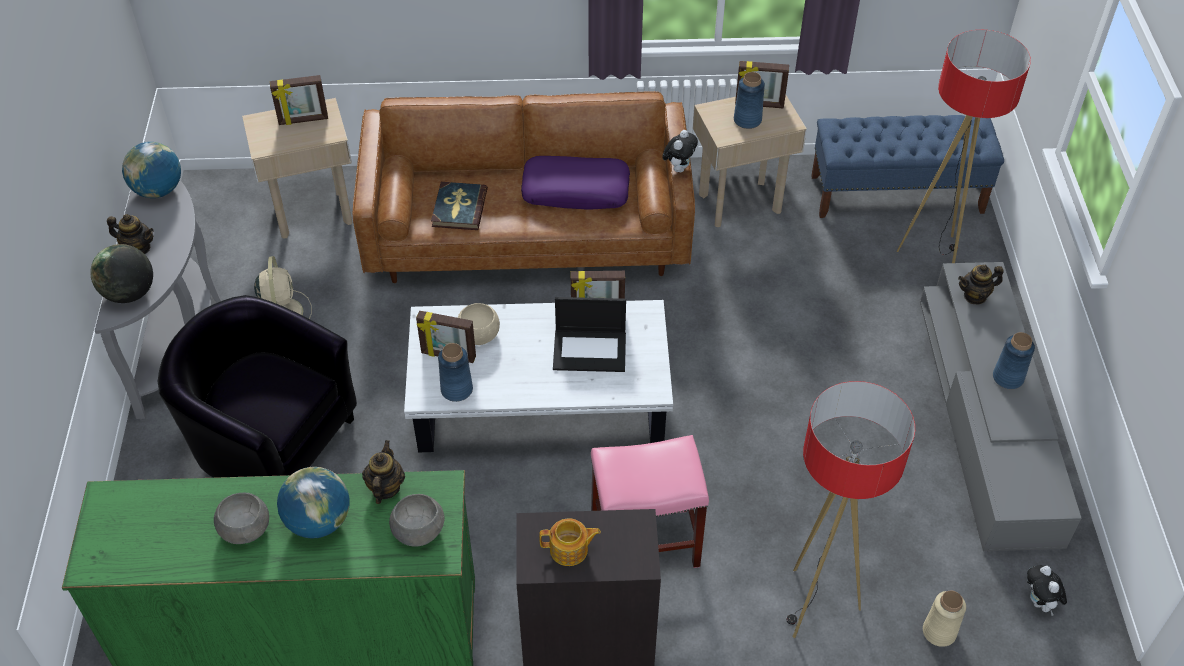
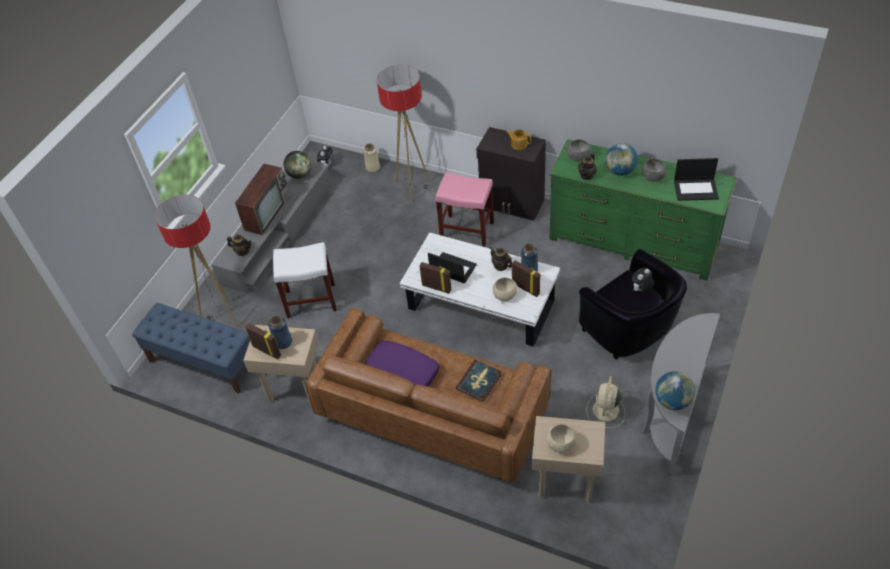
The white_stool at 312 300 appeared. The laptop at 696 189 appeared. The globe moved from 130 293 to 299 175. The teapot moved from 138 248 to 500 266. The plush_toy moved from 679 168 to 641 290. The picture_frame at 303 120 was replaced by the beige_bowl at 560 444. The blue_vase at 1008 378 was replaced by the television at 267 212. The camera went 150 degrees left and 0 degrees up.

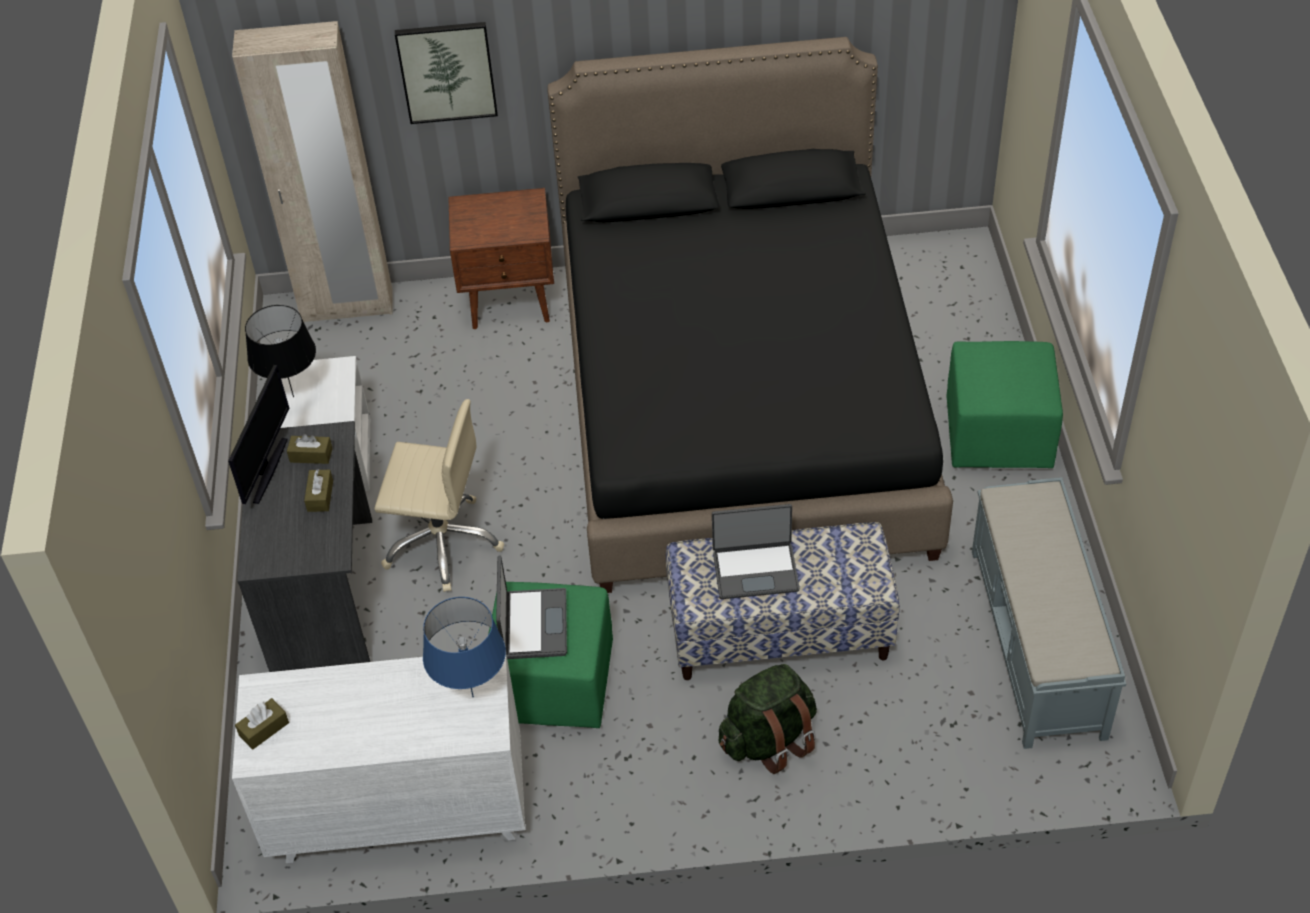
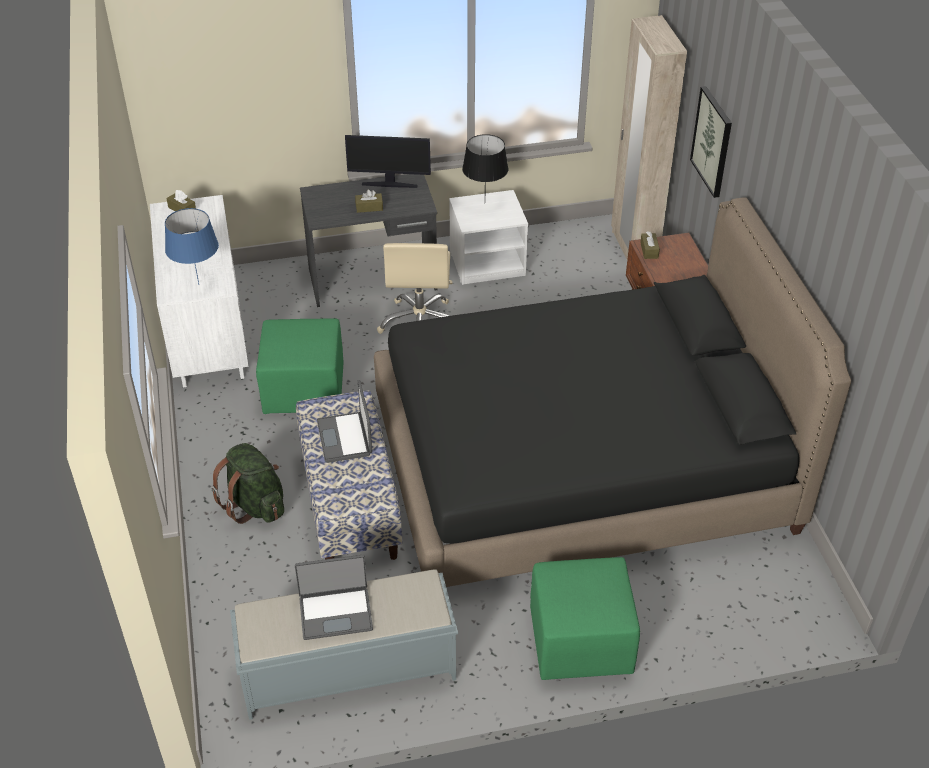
The brown_tissue_box moved from 311 455 to 649 250. The laptop moved from 533 625 to 336 613. The camera went 80 degrees right and 5 degrees down.

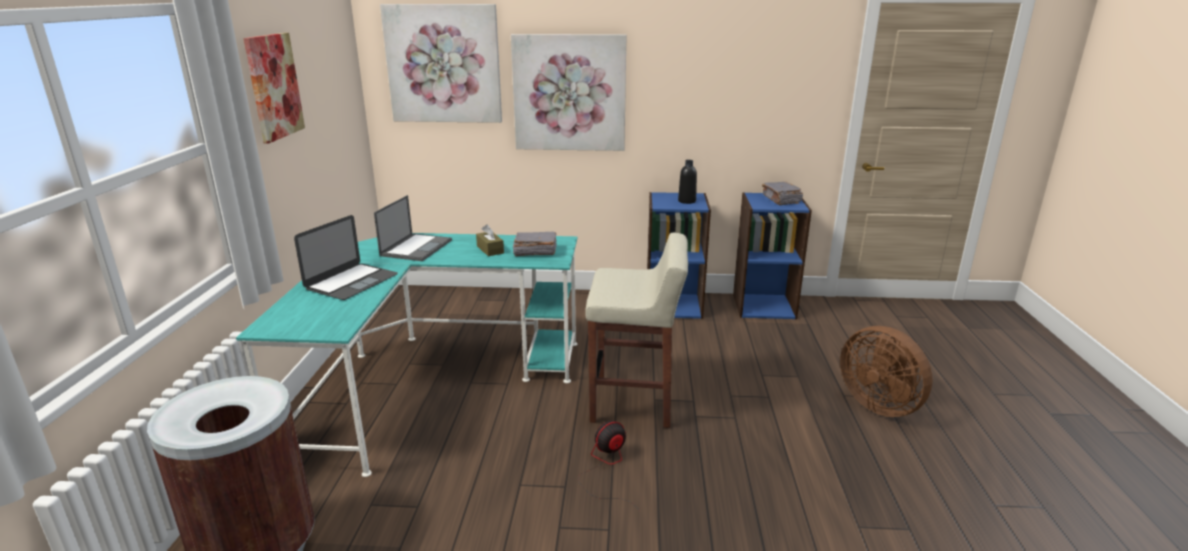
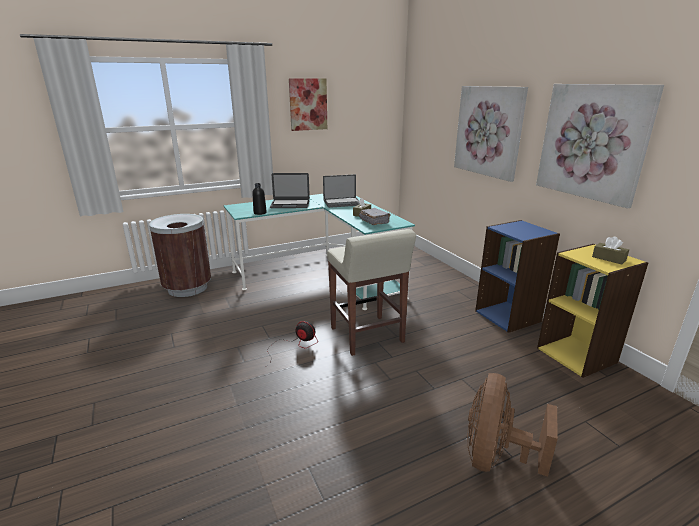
The picture moved from 443 64 to 592 142. The black_bottle moved from 687 201 to 260 213. The grey_book at 781 200 was replaced by the brown_tissue_box at 608 258. The blue_bookcase at 763 306 became the yellow_bookcase at 577 355. The camera went 60 degrees right and 0 degrees up.

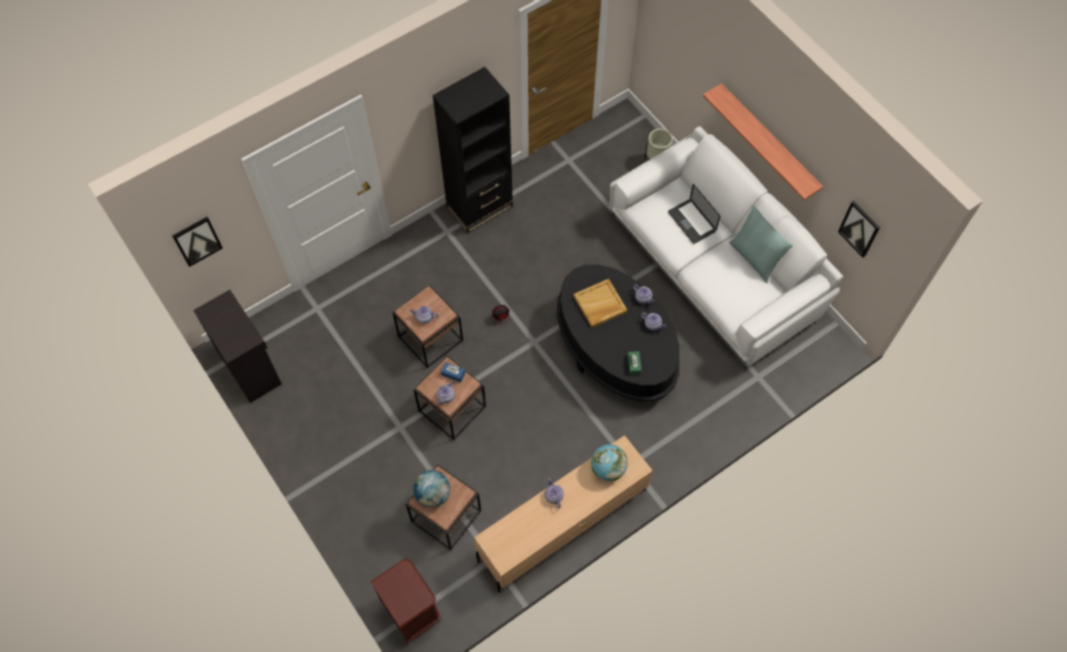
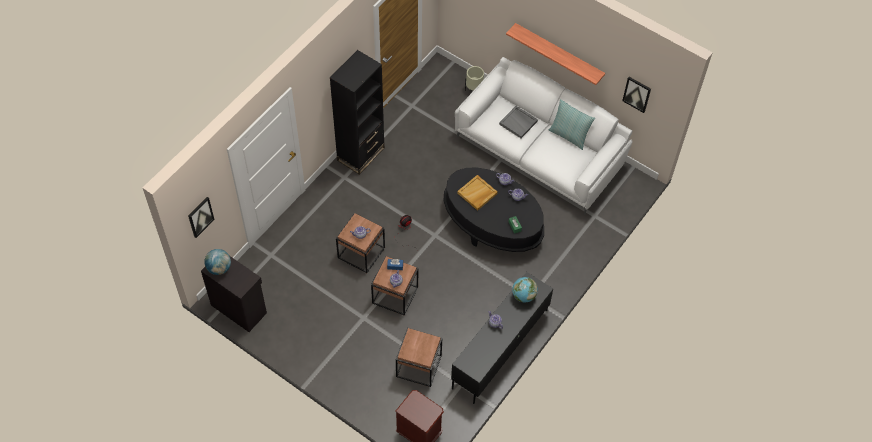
The globe moved from 433 494 to 219 268. The laptop at 691 222 was replaced by the grey_tray at 518 123. The beige_tv_stand at 561 525 became the black_tv_stand at 499 349. The camera went 20 degrees left and 5 degrees down.

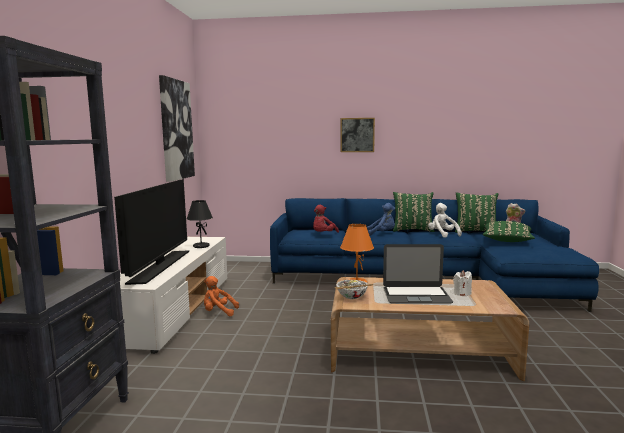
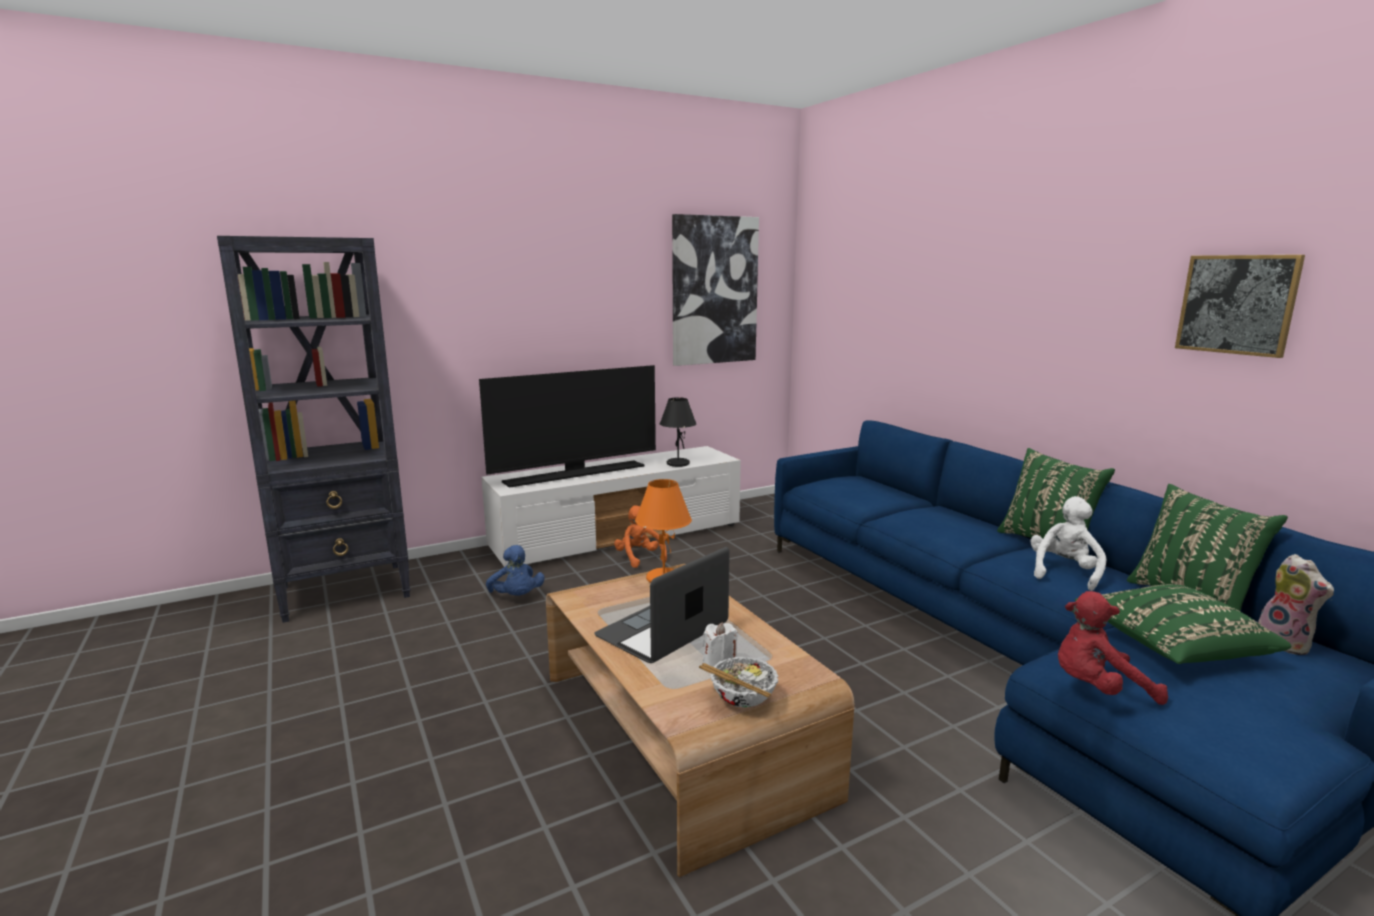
The red_plush_toy moved from 323 235 to 1097 689. The bowl moved from 352 297 to 742 699. The picture moved from 357 135 to 1237 304. The blue_plush_toy moved from 382 233 to 516 597. The laptop at 416 295 turned 75 degrees clockwise. The camera went 55 degrees right and 5 degrees up.

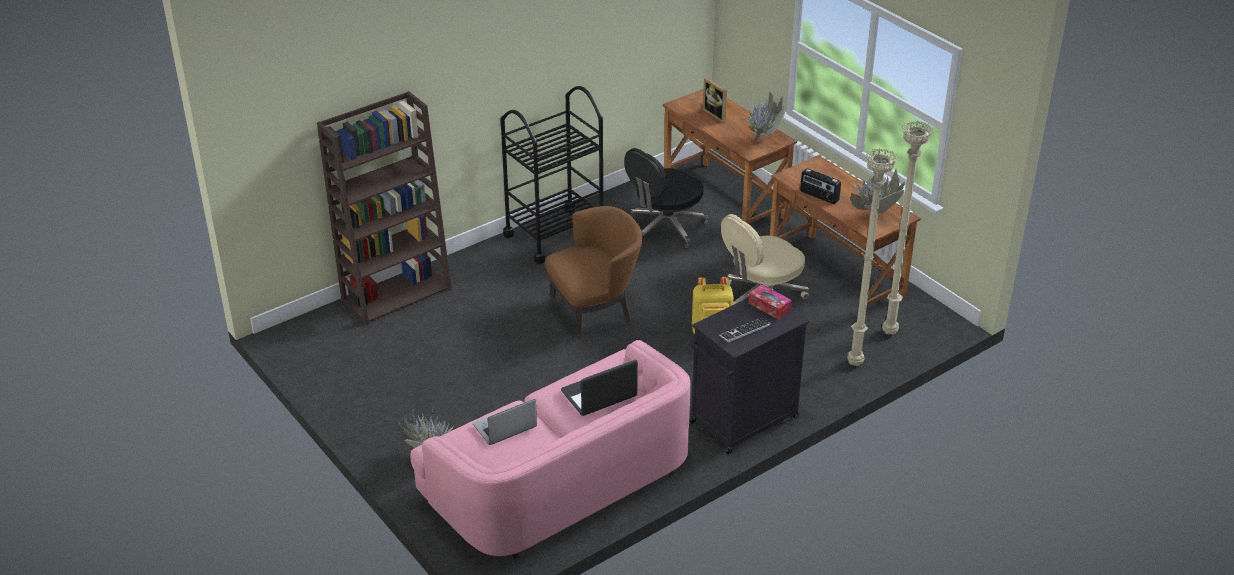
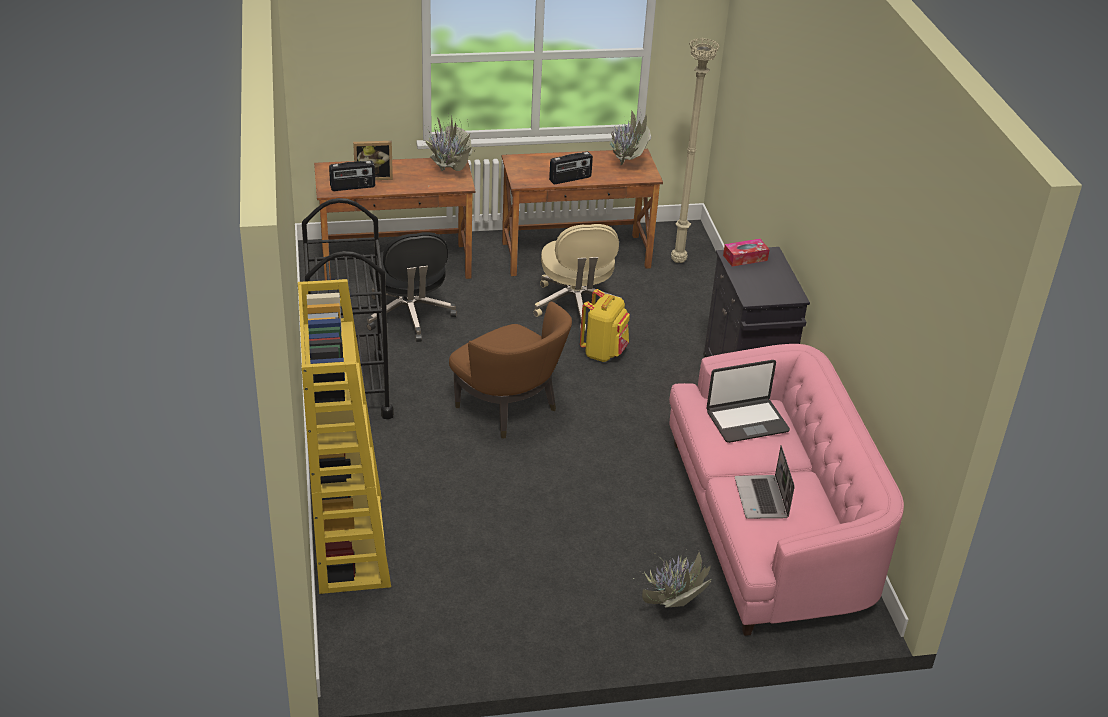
The keyboard at 744 331 disappeared. The beige_floor_lamp at 855 363 disappeared. The radio at 353 187 appeared. The brown_bookcase at 397 294 became the yellow_bookcase at 350 542. The brown_armchair at 595 311 turned 135 degrees clockwise. The laptop at 599 395 turned 105 degrees counterclockwise. The camera went 65 degrees left and 0 degrees up.

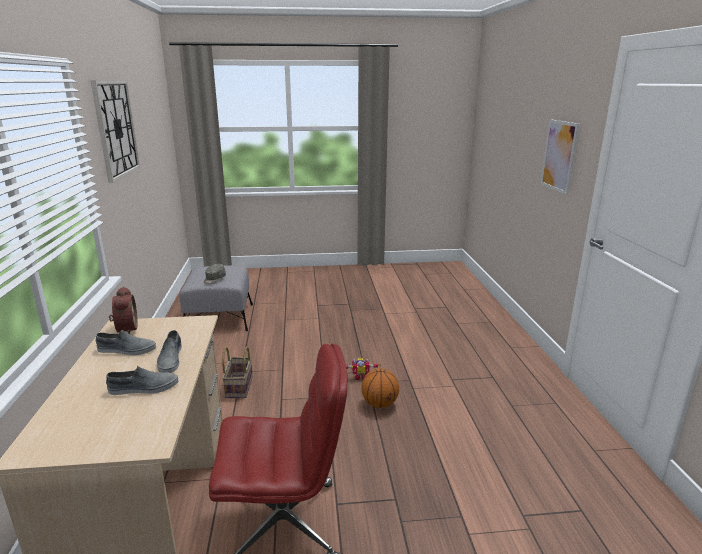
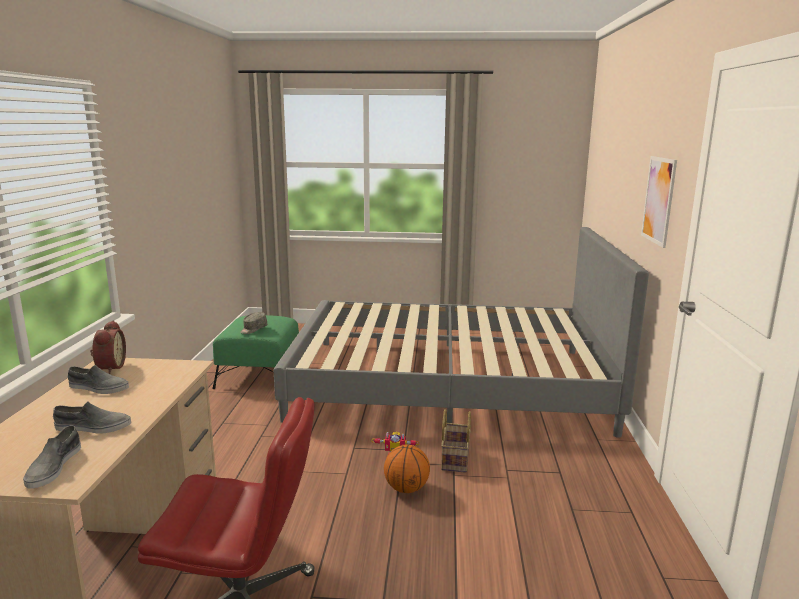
The wall_clock at 116 129 disappeared. The grey_bed at 448 383 appeared. The grey_shoe moved from 170 359 to 53 467. The basket moved from 238 386 to 454 458. The grey_ottoman at 219 318 became the green_ottoman at 259 375. The camera went 10 degrees right and 5 degrees down.

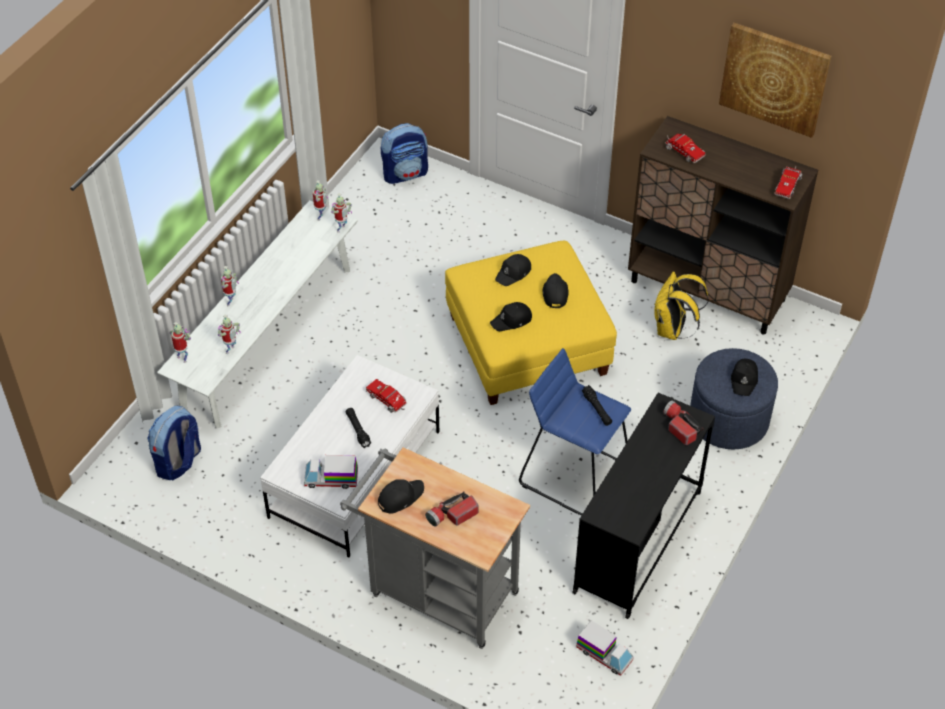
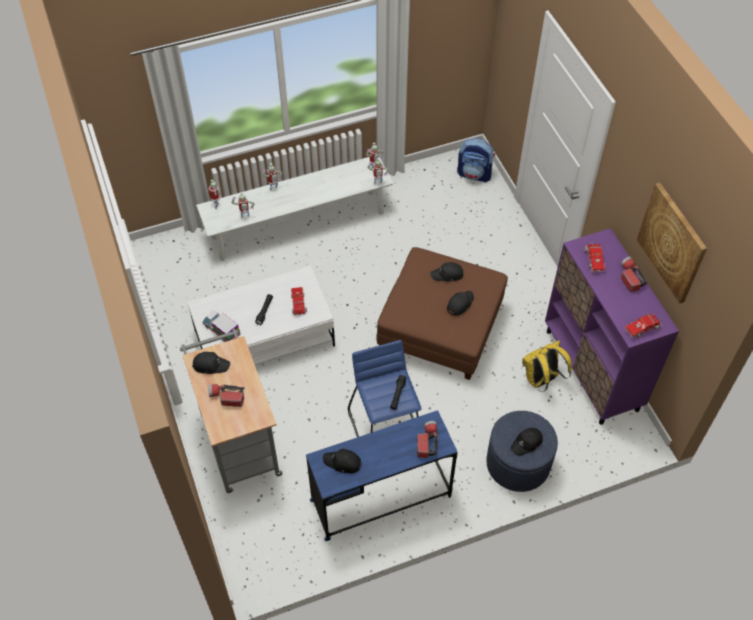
The backpack at 179 462 disappeared. The toy_truck at 604 654 disappeared. The flashlight at 630 277 appeared. The black_cap moved from 512 320 to 342 463. The yellow_ottoman at 528 345 became the brown_ottoman at 441 328. The black_desk at 638 542 became the blue_desk at 381 498. The brown_cabinet at 708 291 became the purple_cabinet at 592 370. The camera went 40 degrees right and 5 degrees up.

